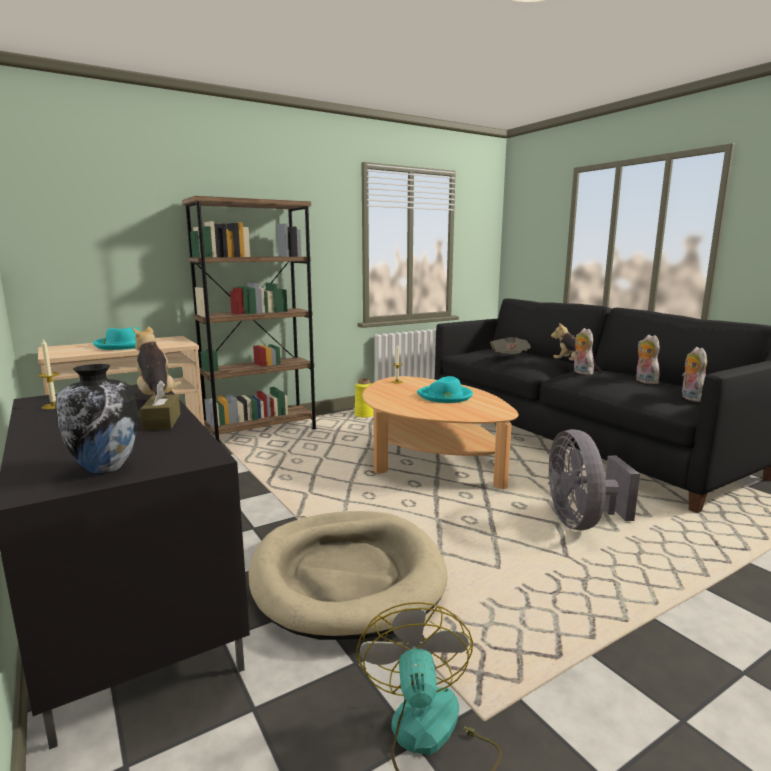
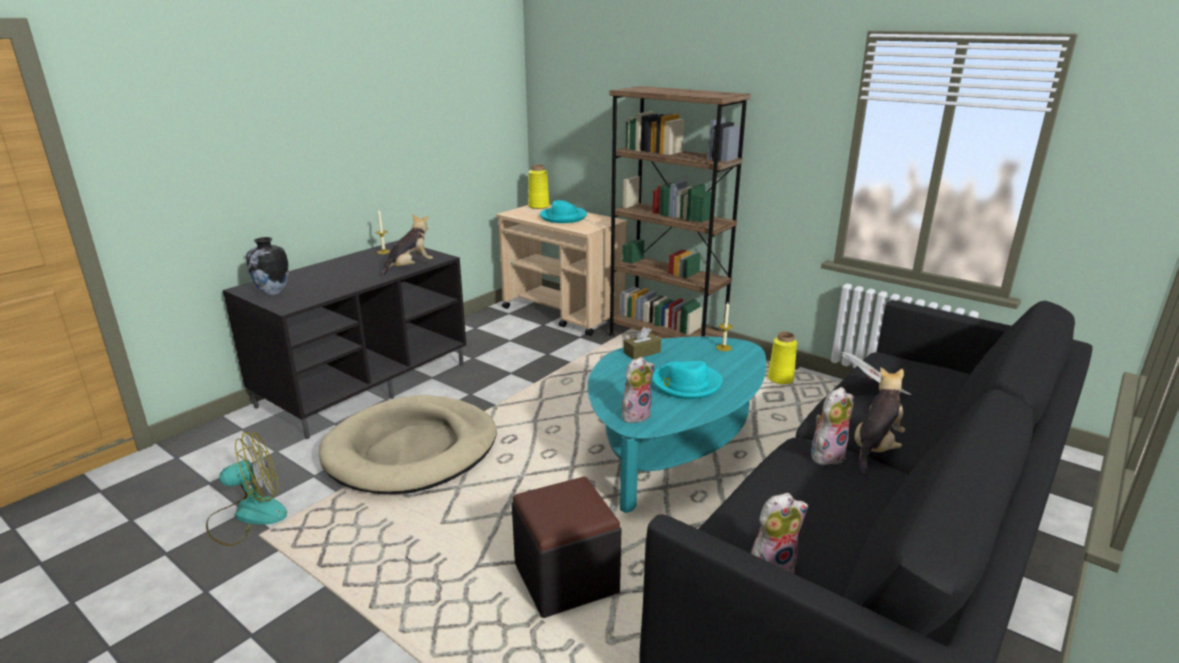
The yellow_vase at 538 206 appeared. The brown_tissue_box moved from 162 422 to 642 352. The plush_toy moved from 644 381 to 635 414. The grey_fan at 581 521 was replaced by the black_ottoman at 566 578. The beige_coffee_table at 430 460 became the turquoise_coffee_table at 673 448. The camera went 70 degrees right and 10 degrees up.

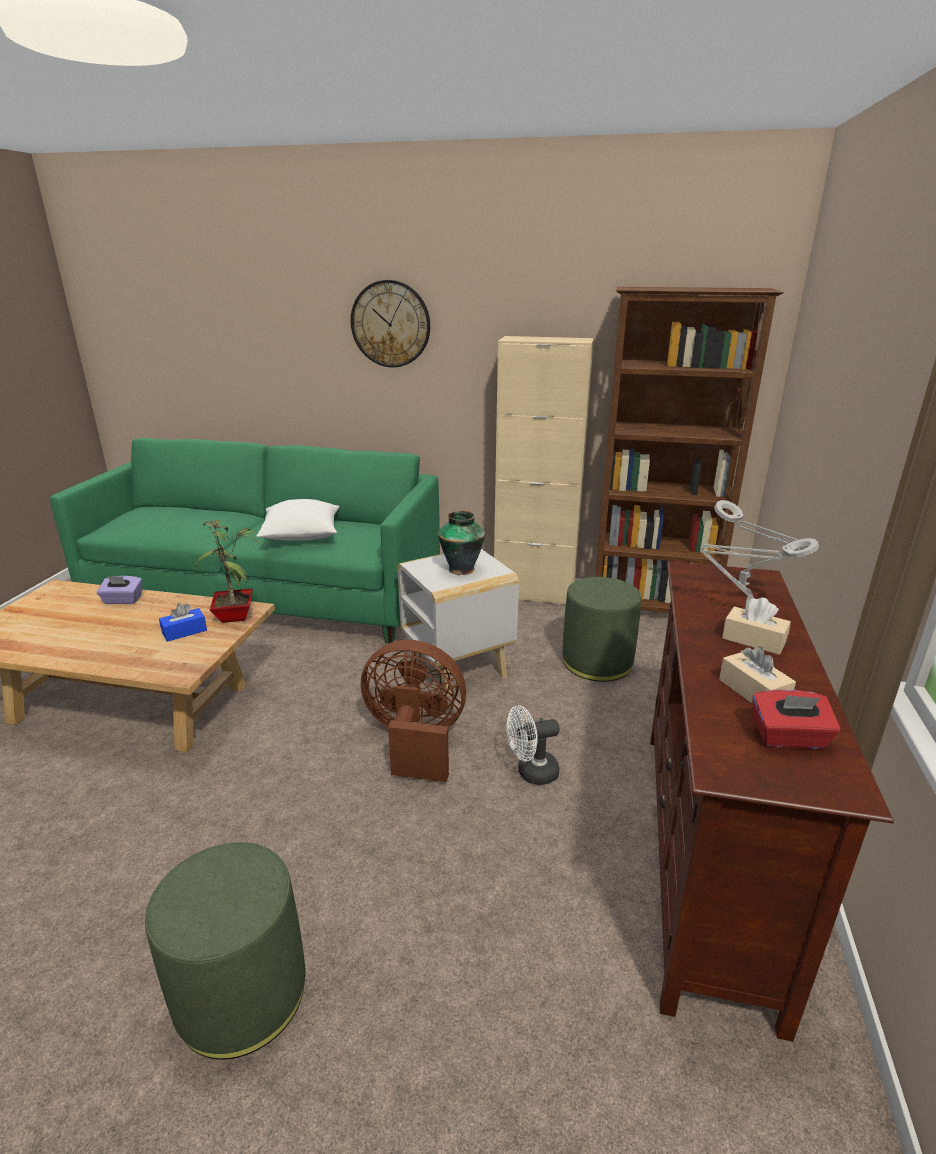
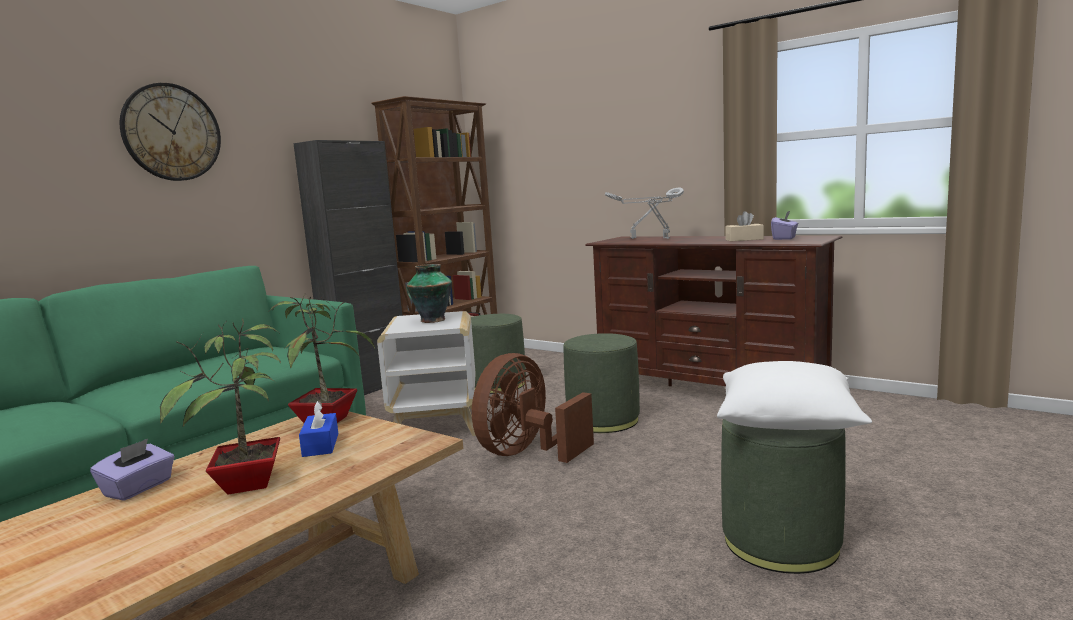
The beige_tissue_box at 753 640 disappeared. The potted_plant at 249 485 appeared. The white_pillow moved from 301 535 to 788 423. The white_fan at 531 773 was replaced by the green_ottoman at 603 420. The beige_cabinet at 534 594 became the black_cabinet at 368 388. The red_tissue_box at 789 738 became the purple_tissue_box at 784 238. The camera went 65 degrees left and 15 degrees down.

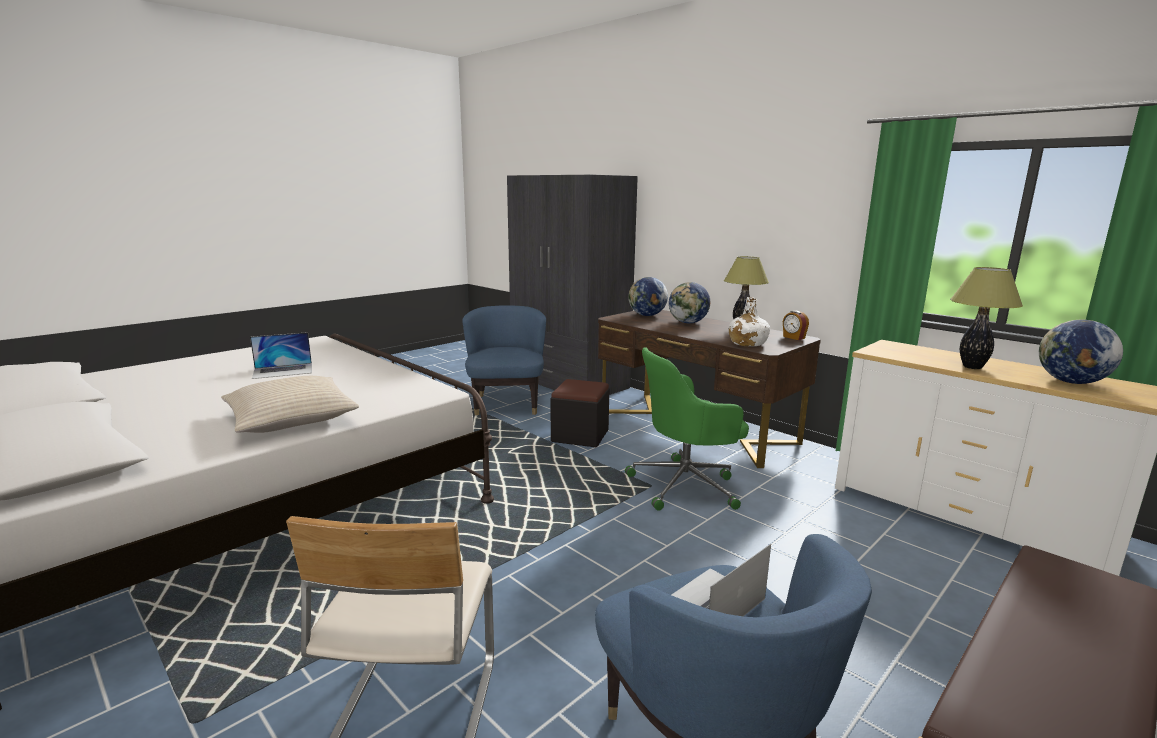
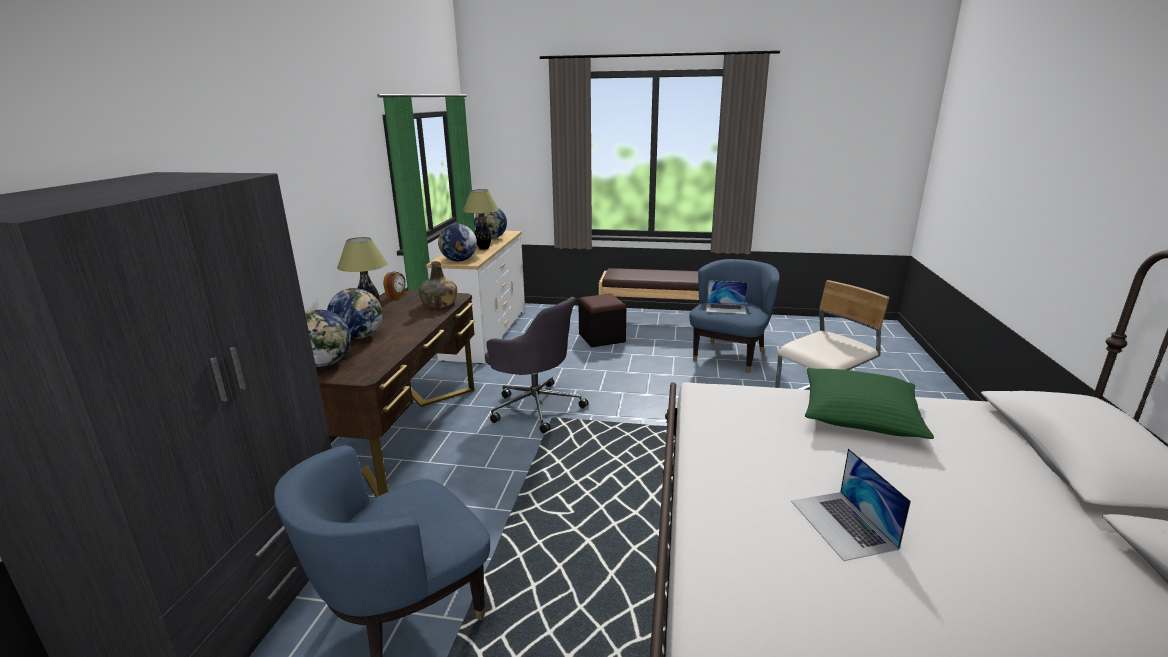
The globe at 459 260 appeared. The black_ottoman moved from 580 435 to 602 338. The beige_pillow at 291 418 became the green_pillow at 859 415. The green_office_chair at 686 485 became the grey_office_chair at 535 406. The white_bottle at 747 343 became the green_bottle at 439 304. The laptop at 283 371 turned 135 degrees counterclockwise. The camera went 125 degrees left and 5 degrees up.

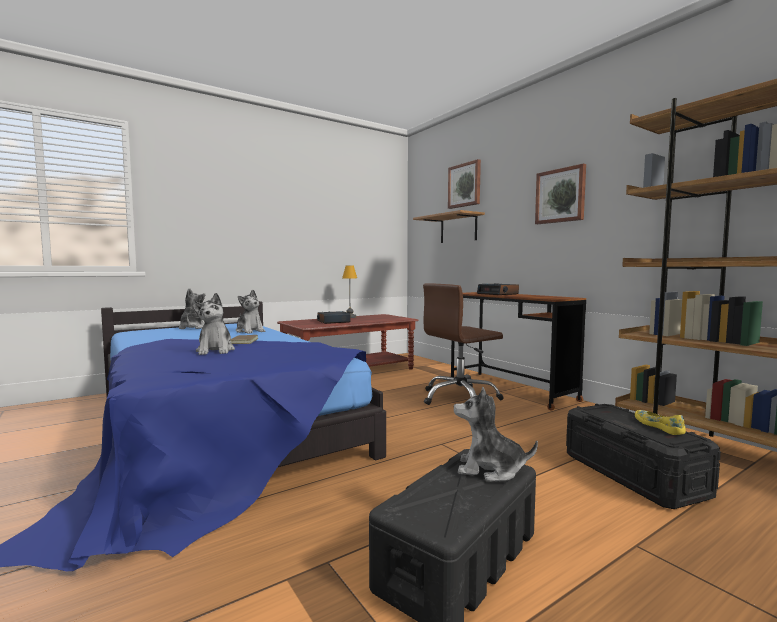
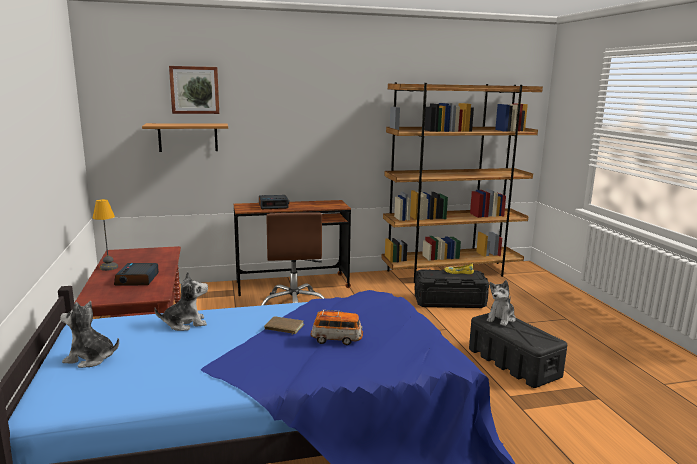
The picture at 560 195 disappeared. The plush_toy at 215 350 was replaced by the toy_car at 336 339. The camera went 70 degrees left and 10 degrees up.

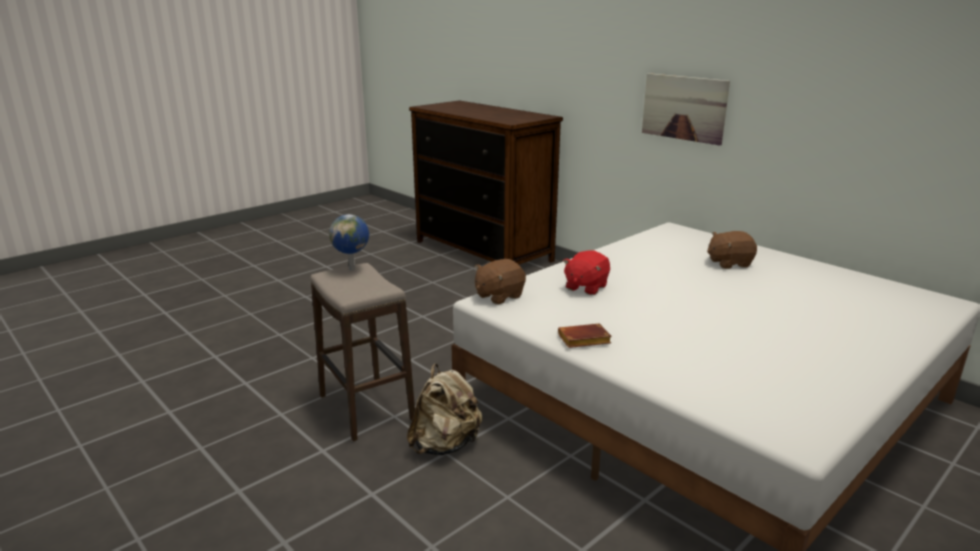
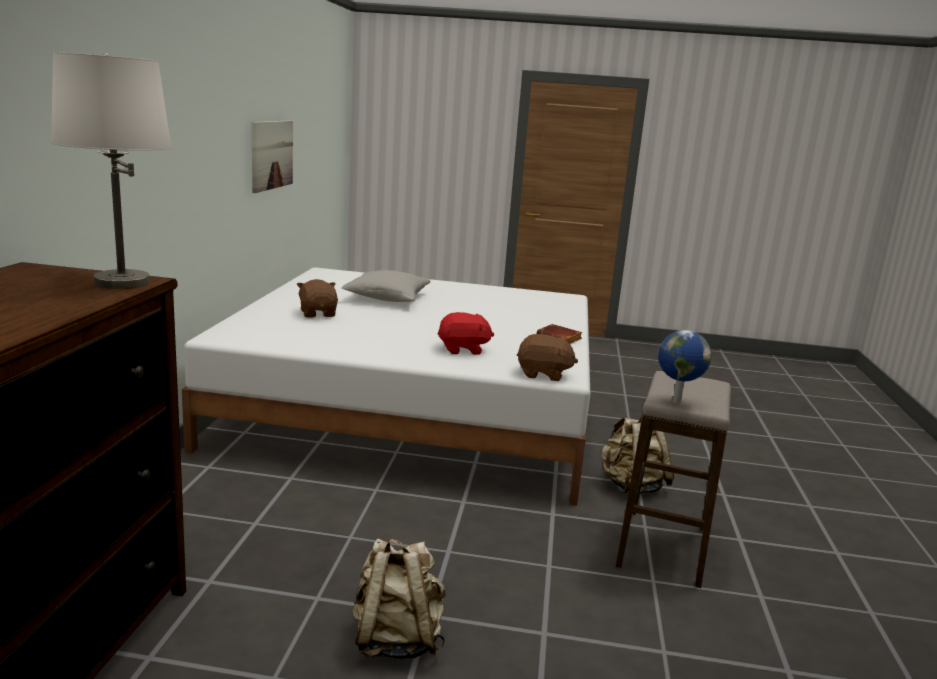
The white_table_lamp at 121 282 appeared. The grey_pillow at 387 298 appeared. The beige_backpack at 396 640 appeared. The picture moved from 684 108 to 272 154. The brown_plush_toy at 729 263 turned 150 degrees counterclockwise. The camera went 130 degrees left and 5 degrees down.

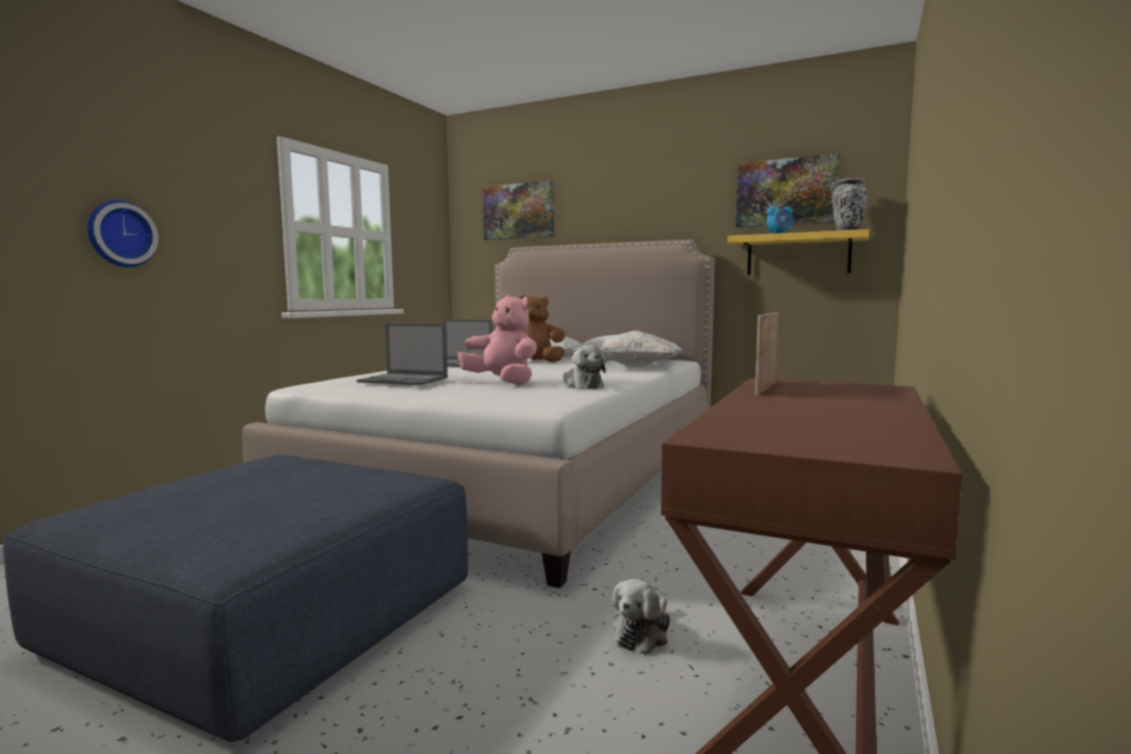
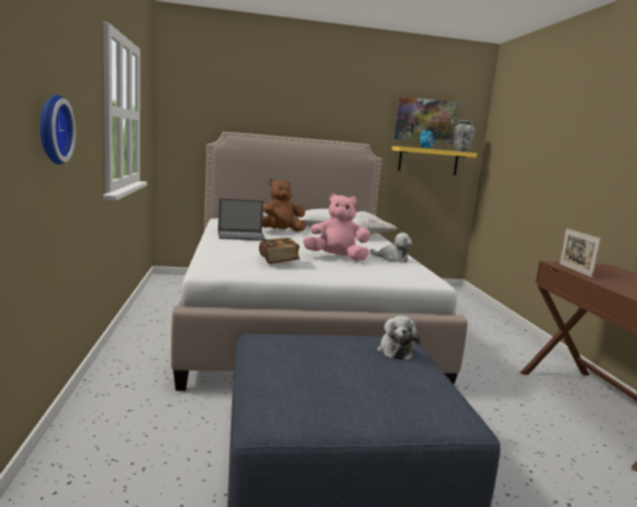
The picture at 518 211 disappeared. The plush_toy moved from 642 633 to 395 350. The laptop at 404 380 was replaced by the book at 278 260. The camera went 35 degrees left and 5 degrees up.

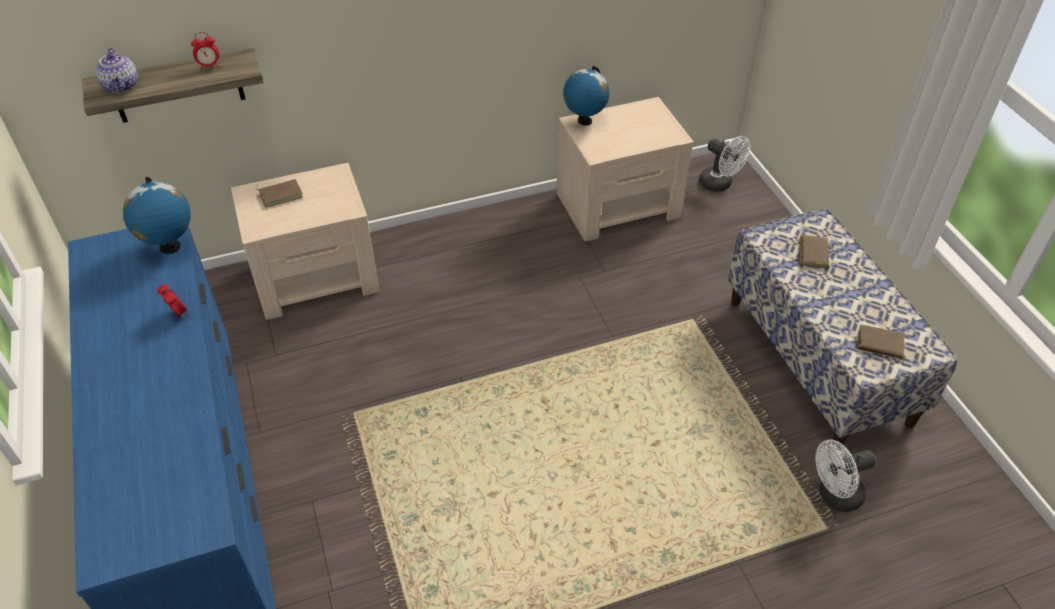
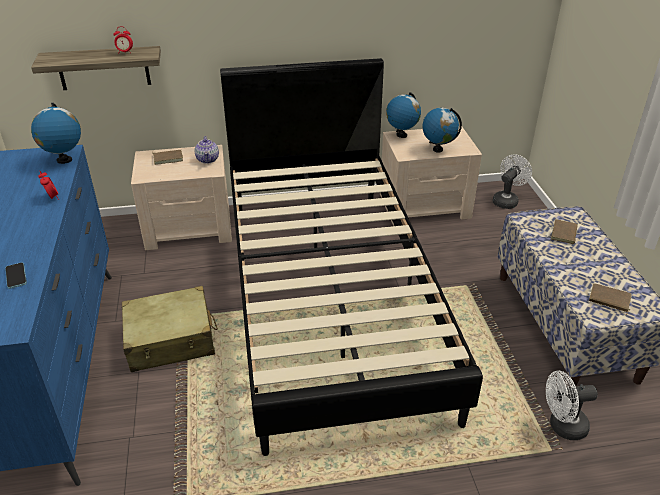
The phone at 16 276 appeared. The beige_suitcase at 171 340 appeared. The black_bed at 330 296 appeared. The globe at 438 149 appeared. The teapot moved from 122 85 to 208 159. The white_fan at 720 184 turned 105 degrees counterclockwise. The camera went 10 degrees right and 10 degrees down.

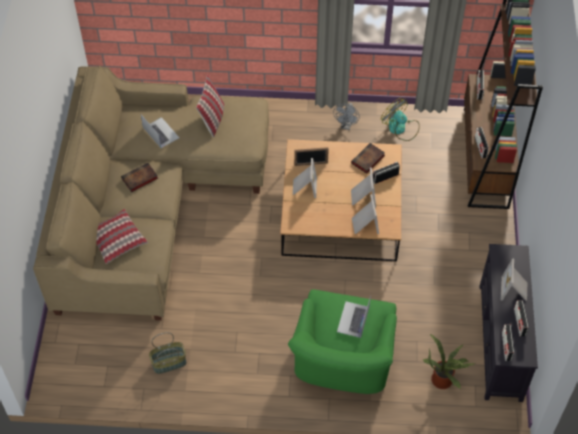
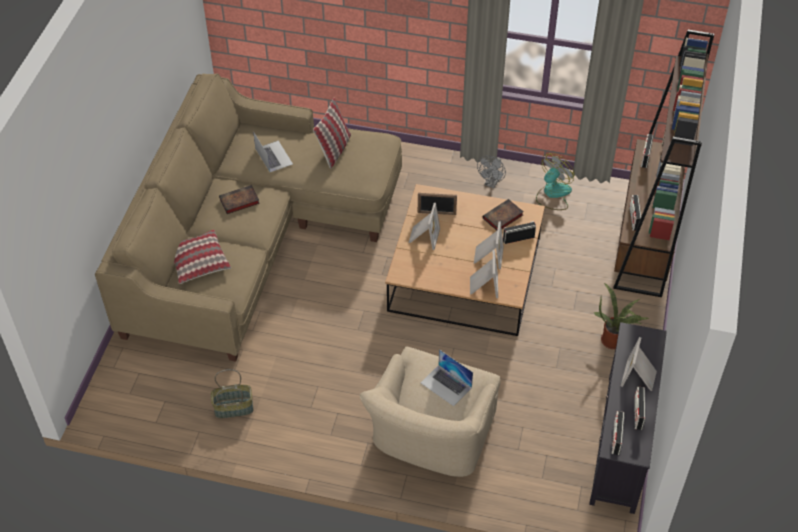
The potted_plant moved from 443 379 to 614 340. The green_armchair at 342 363 became the beige_armchair at 430 438. The laptop at 353 319 turned 75 degrees counterclockwise. The fan at 400 128 turned 75 degrees clockwise. The camera went 10 degrees right and 5 degrees down.

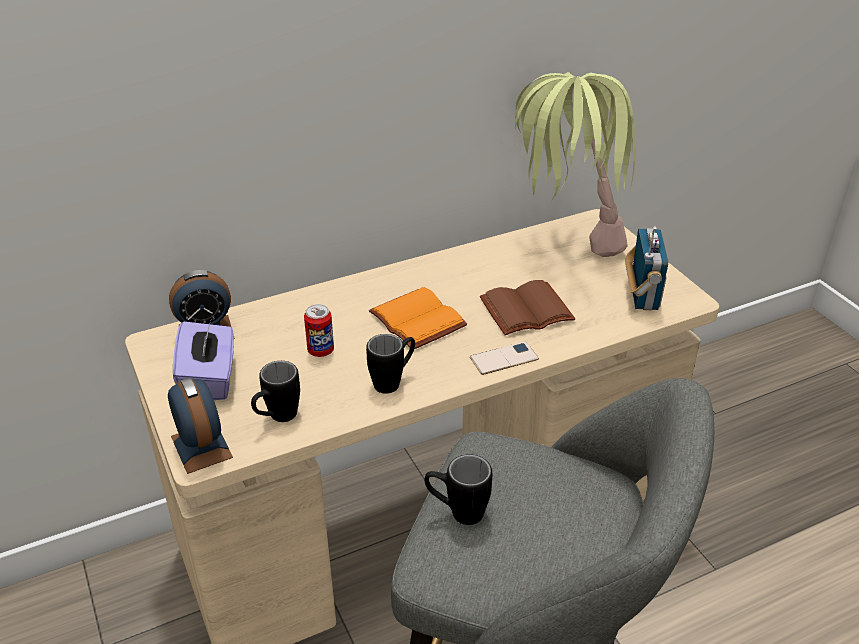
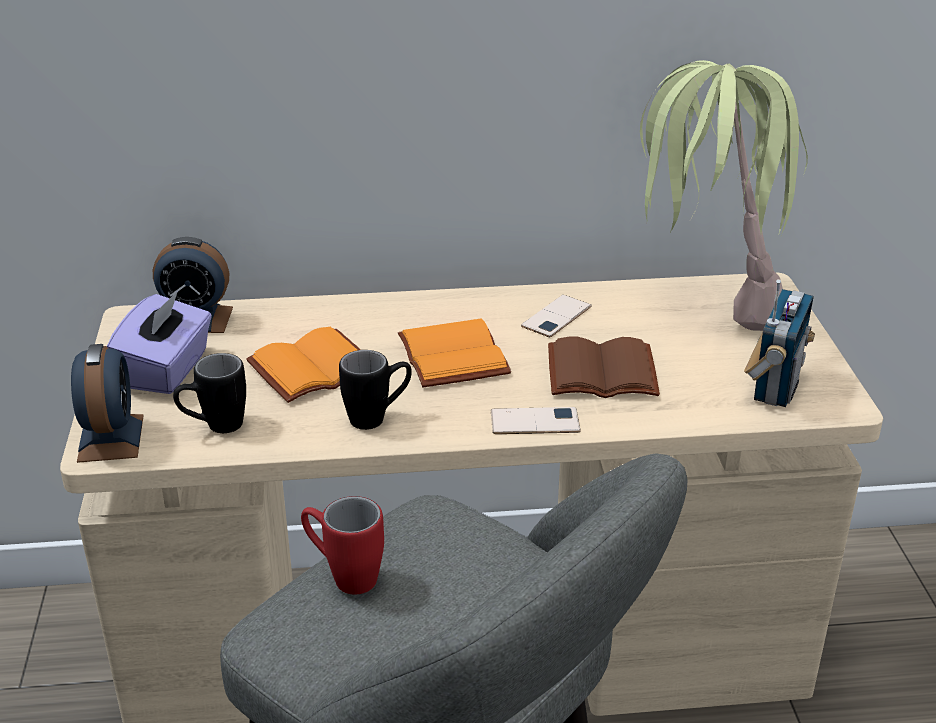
The phone at 556 317 appeared. The can at 320 351 was replaced by the orange_book at 313 366. The black_mug at 457 512 became the red_mug at 343 575. The camera went 20 degrees right and 5 degrees down.

